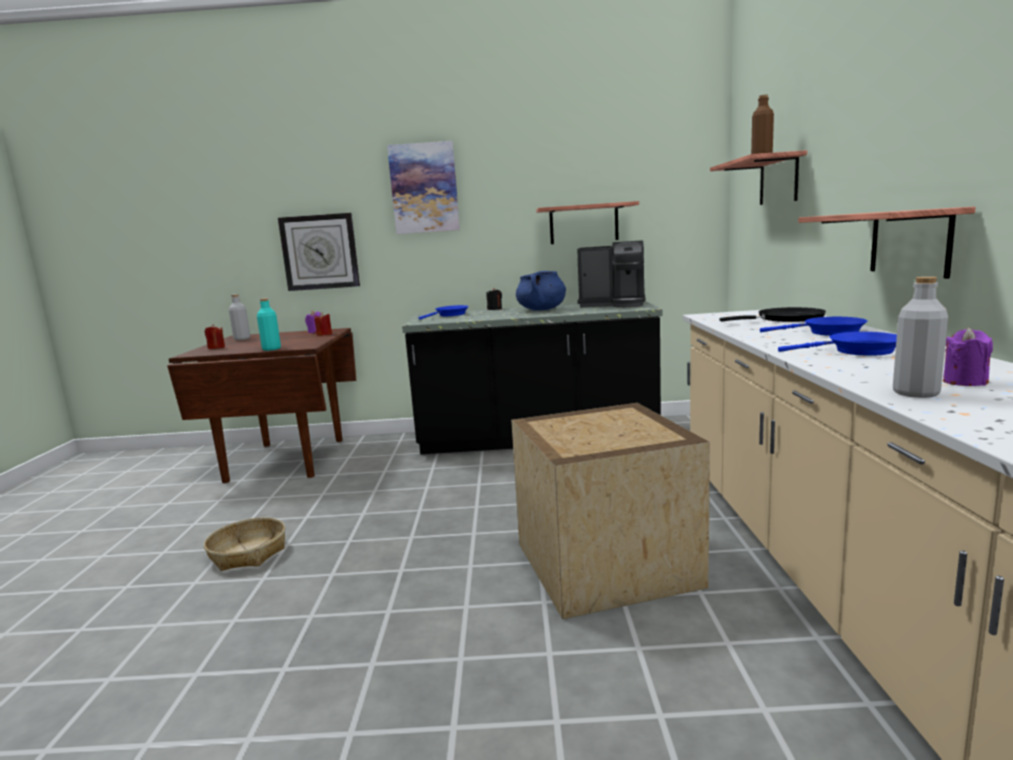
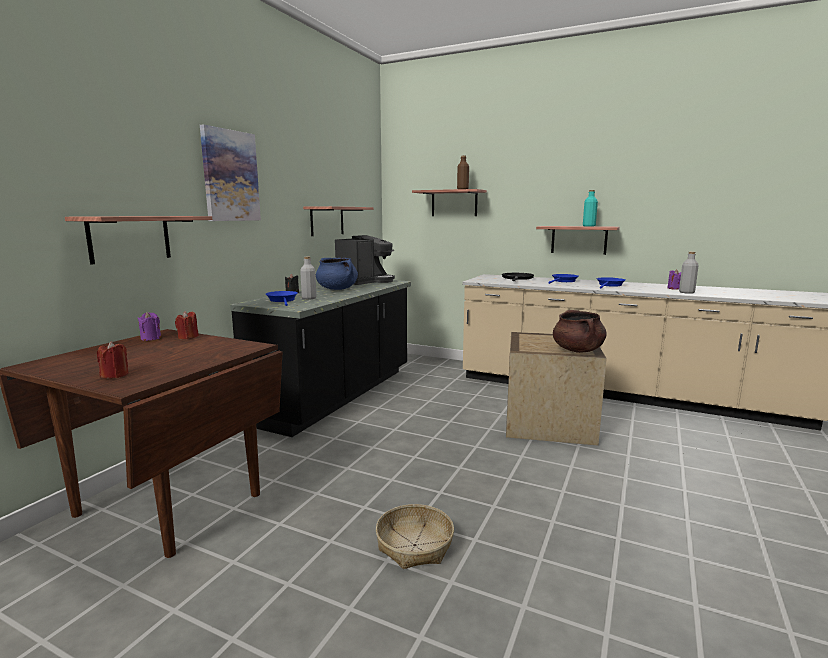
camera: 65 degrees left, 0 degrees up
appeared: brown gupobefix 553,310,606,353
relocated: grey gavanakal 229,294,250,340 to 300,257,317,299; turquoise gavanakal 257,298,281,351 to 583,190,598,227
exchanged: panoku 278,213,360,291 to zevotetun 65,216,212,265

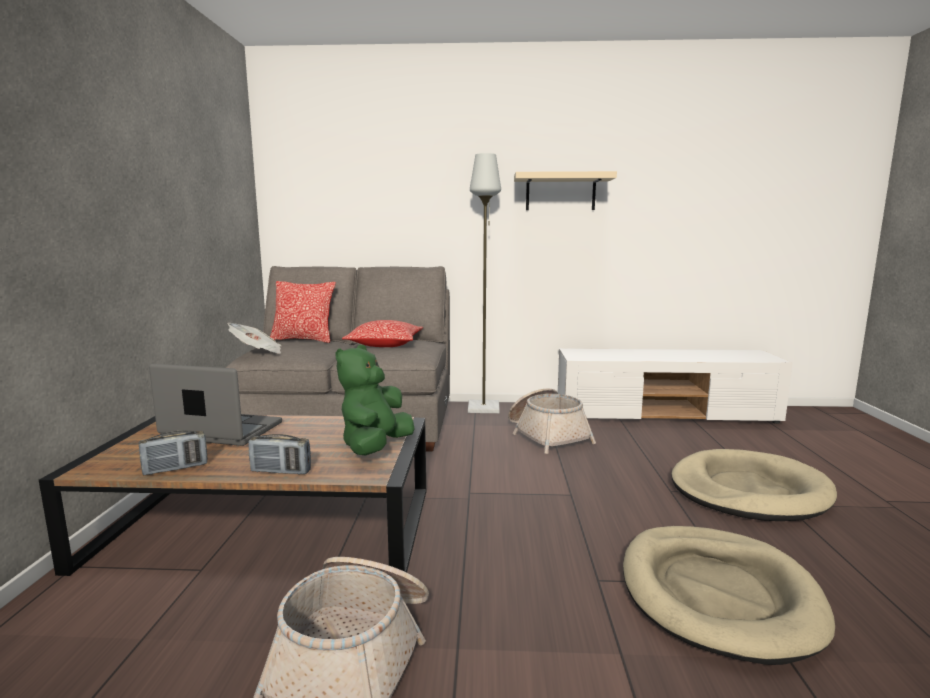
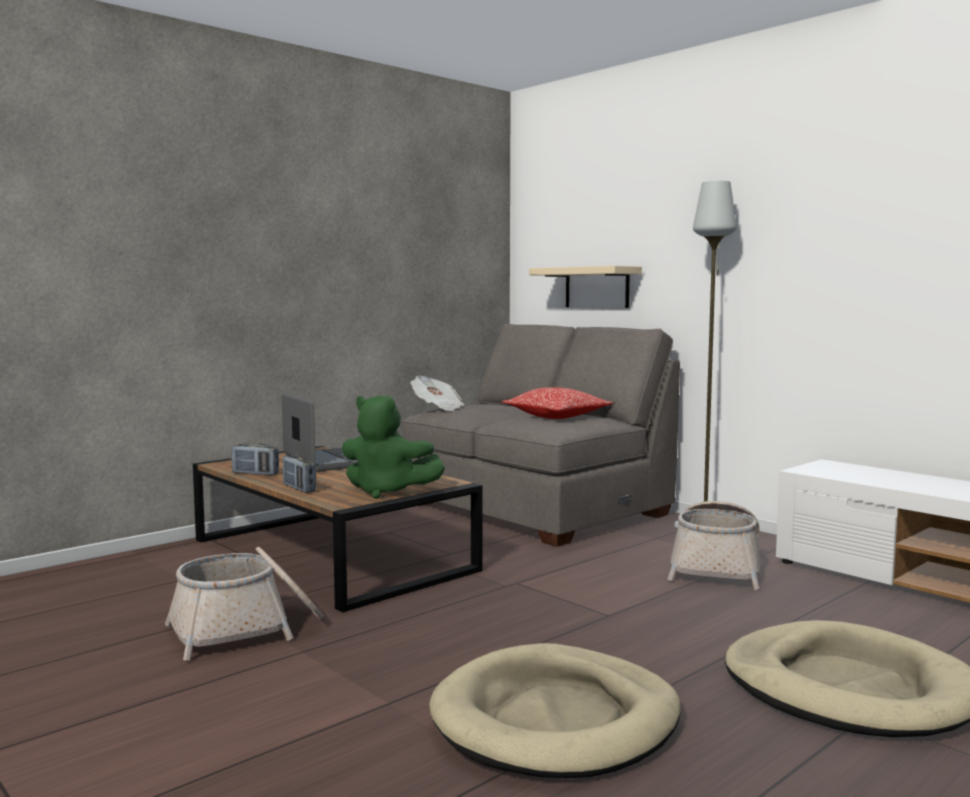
camera: 45 degrees right, 5 degrees down
missing: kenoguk 270,281,336,343
relocated: beige zevotetun 514,171,617,210 to 529,266,642,308
spun: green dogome 336,345,415,455 = 342,395,445,499 135 degrees counterclockwise

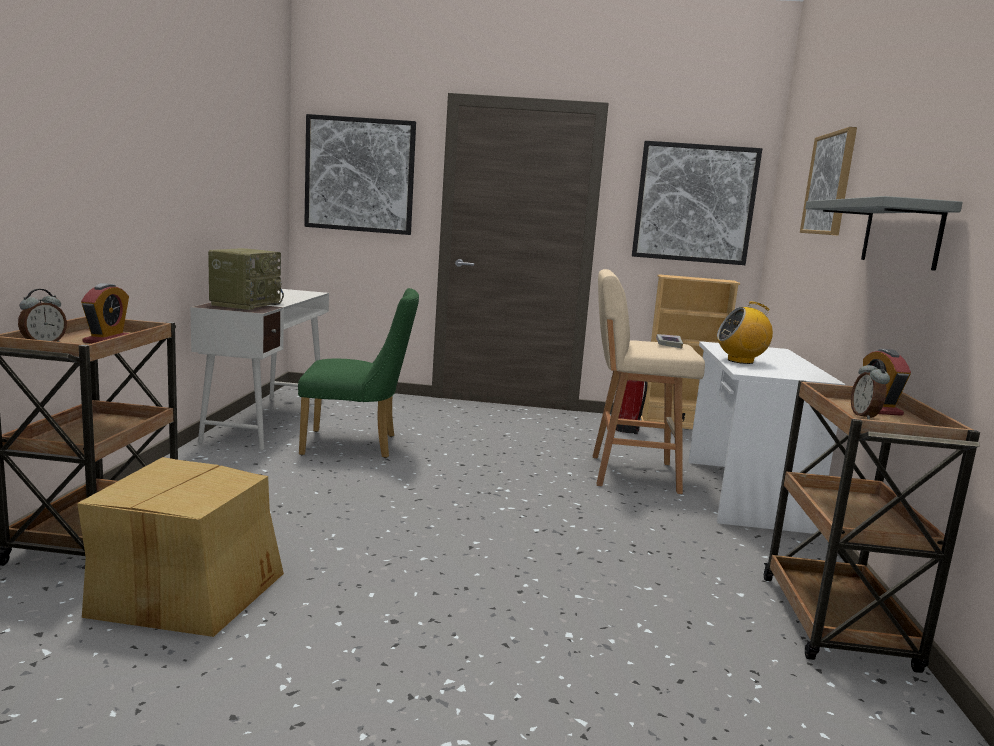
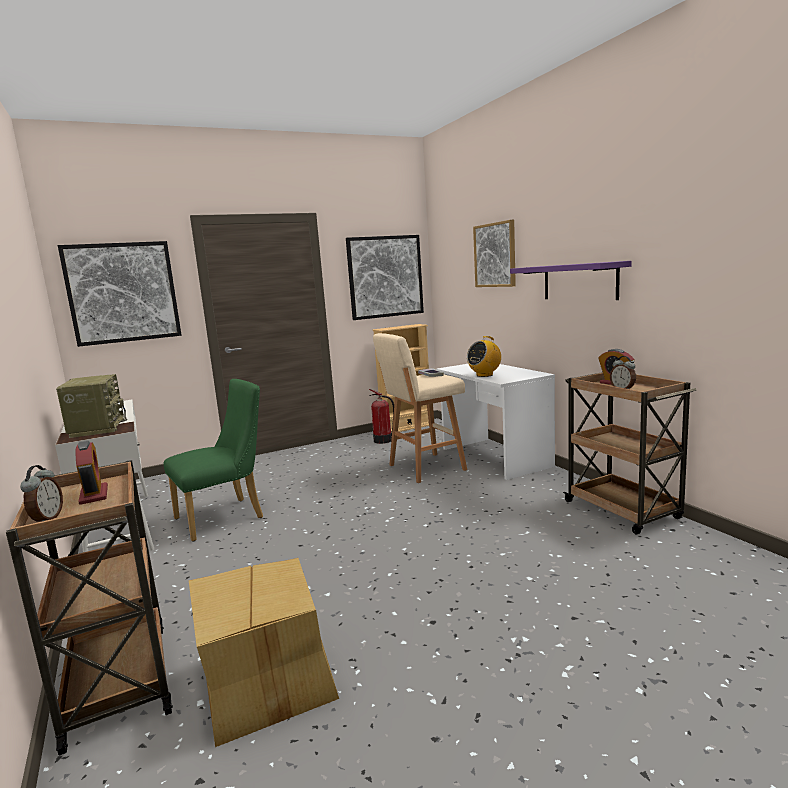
camera: 30 degrees left, 0 degrees up
colour: grey zevotetun 805,196,963,271 to purple zevotetun 510,261,632,300

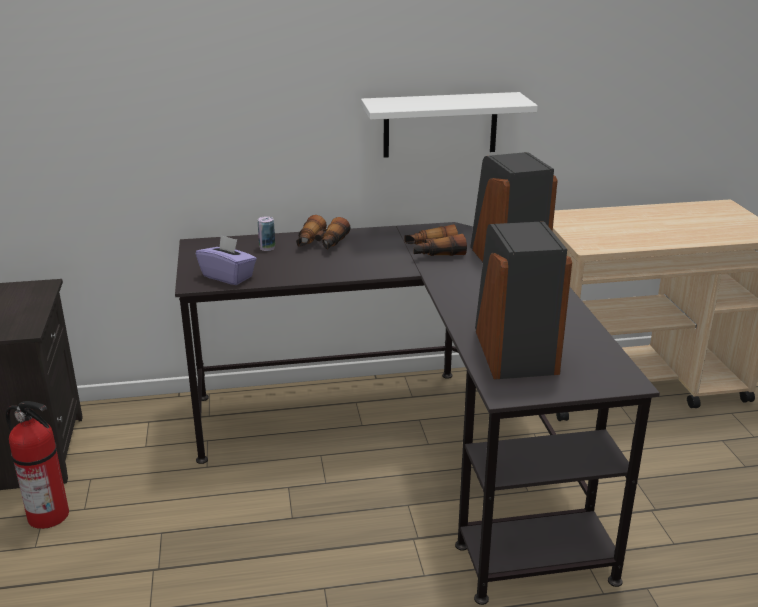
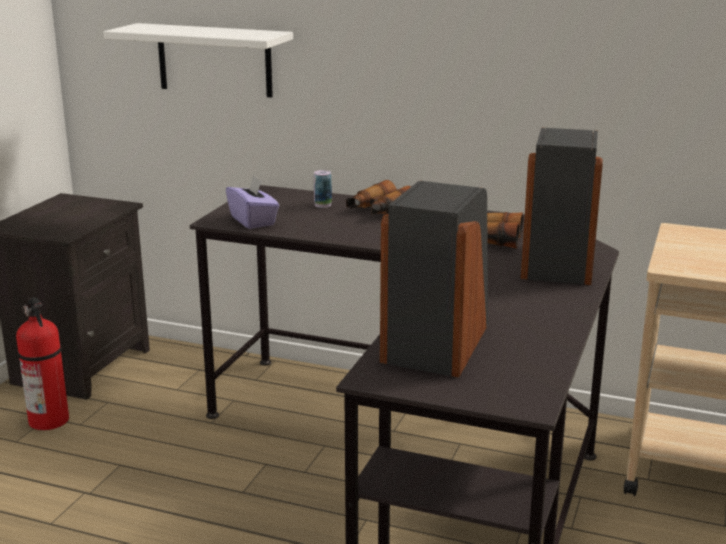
camera: 30 degrees right, 5 degrees down
relocated: white zevotetun 361,92,538,158 to 104,23,293,98

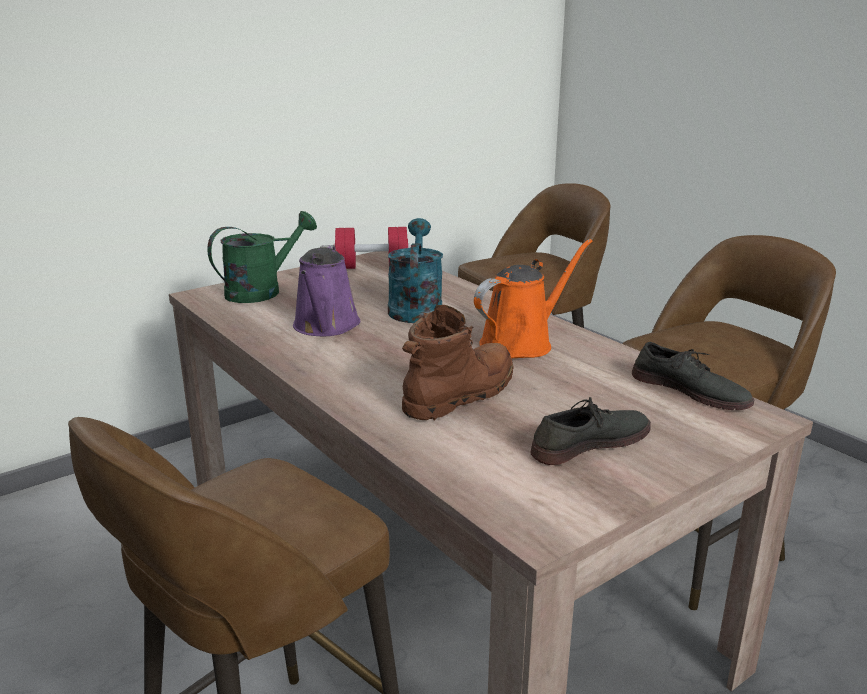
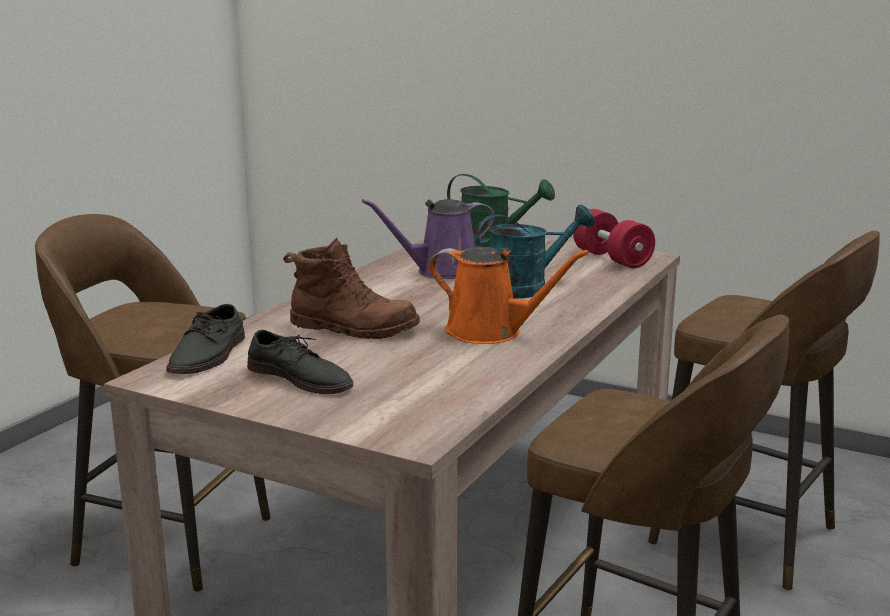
camera: 65 degrees right, 5 degrees down
relocated: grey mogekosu 632,342,754,410 to 167,304,245,374

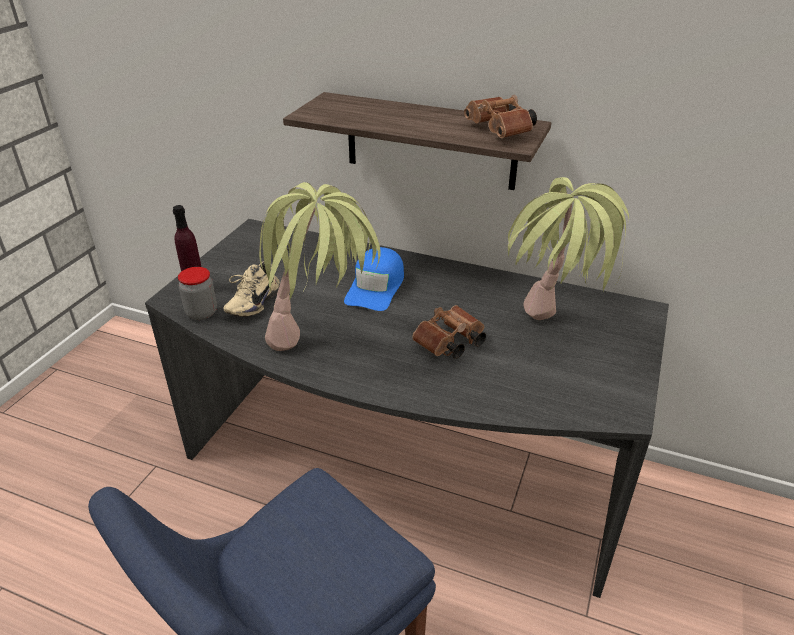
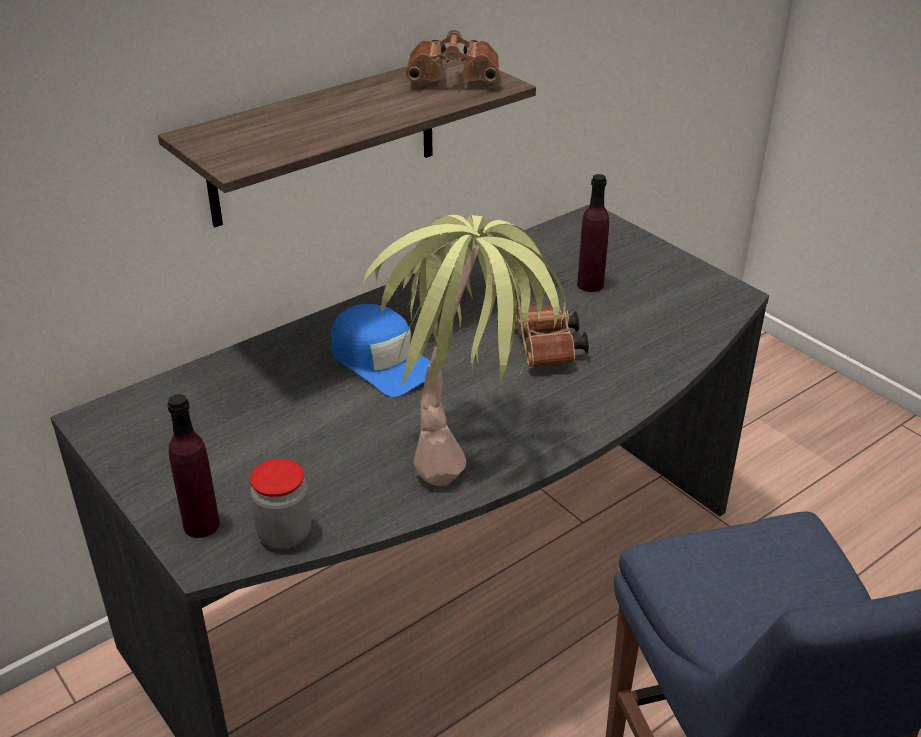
camera: 60 degrees left, 0 degrees up
missing: beige mogekosu 223,261,280,317
exchanged: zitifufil 508,177,629,320 to purple gavanakal 577,174,609,292

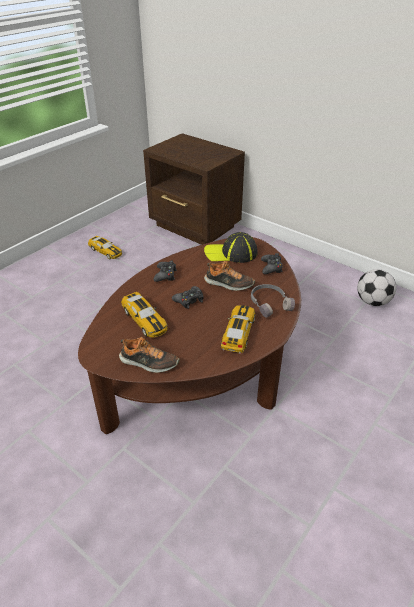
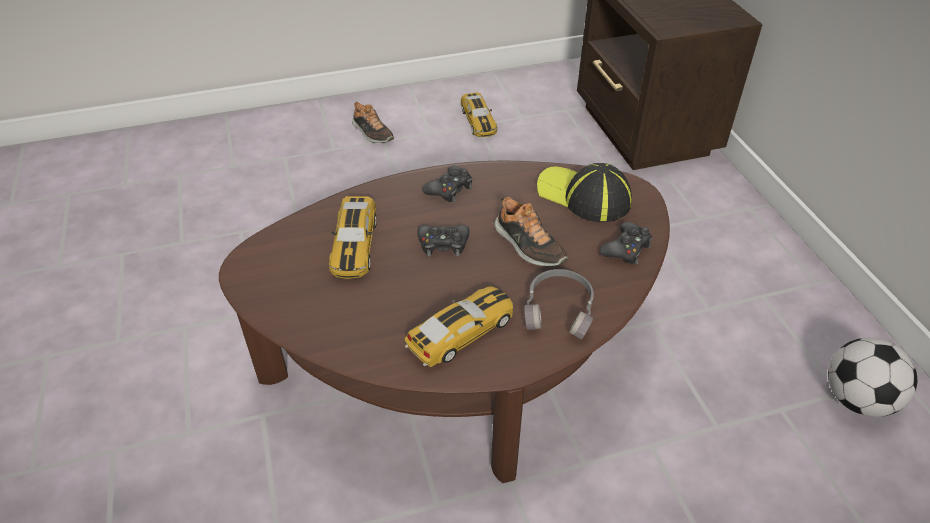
camera: 35 degrees right, 5 degrees up
relocated: mogekosu 119,336,180,373 to 352,102,394,143

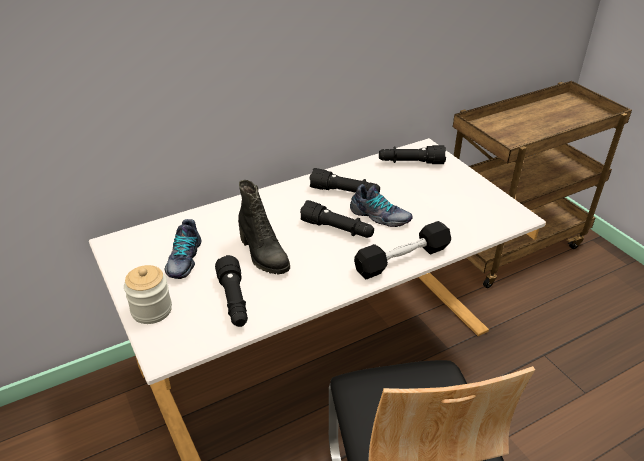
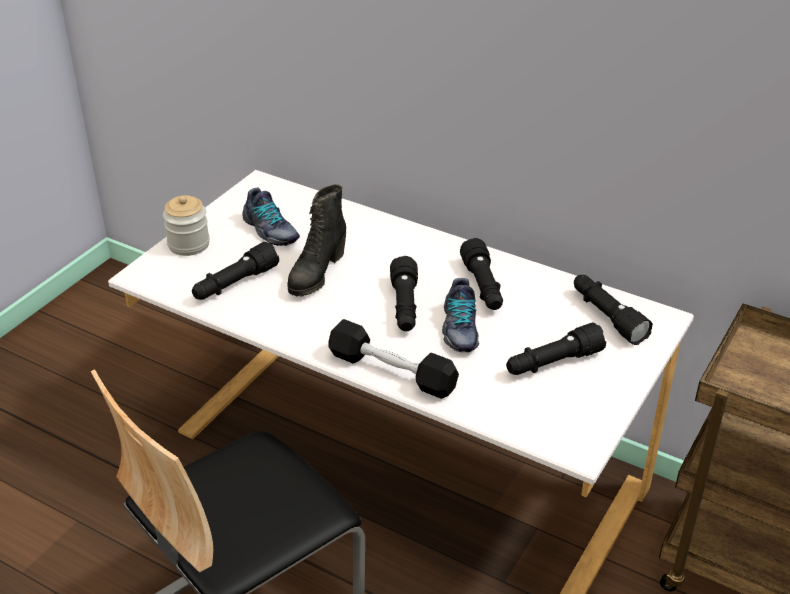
camera: 60 degrees right, 0 degrees up
appeared: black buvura 506,322,606,375
spun: mogekosu 165,219,201,279 = 242,188,300,246 105 degrees counterclockwise

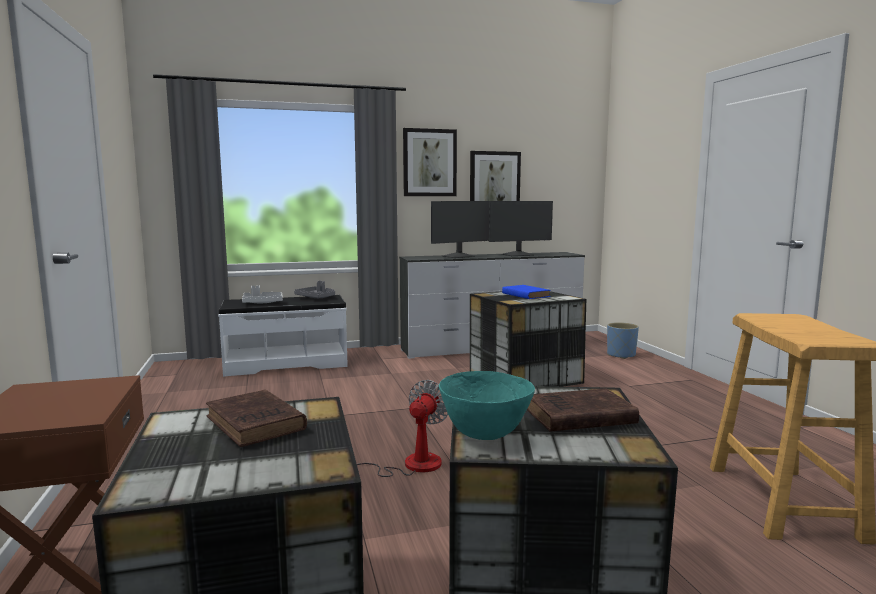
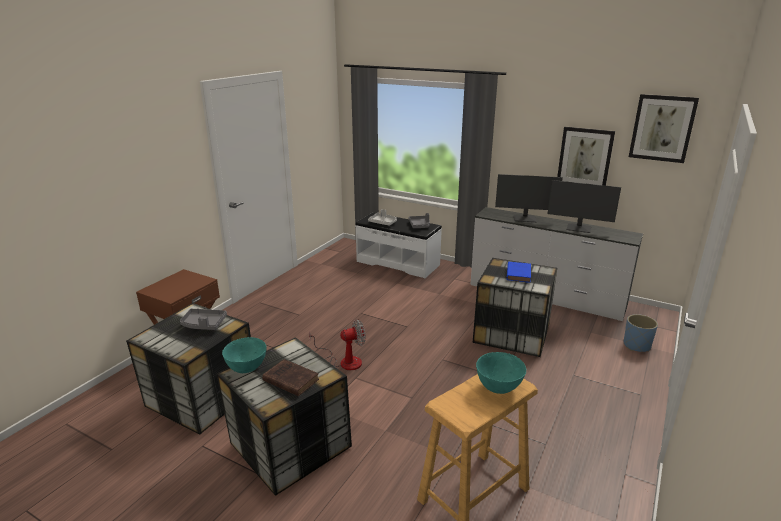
camera: 45 degrees right, 15 degrees up
appeared: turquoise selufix 476,352,526,394
relocated: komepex 403,128,457,196 to 629,94,699,163
exchanged: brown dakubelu 206,389,307,447 to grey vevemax 180,309,227,330

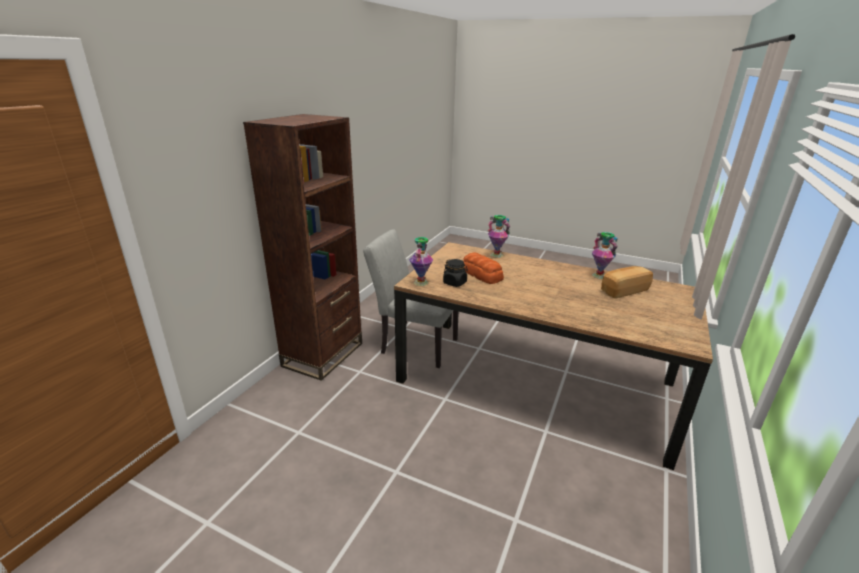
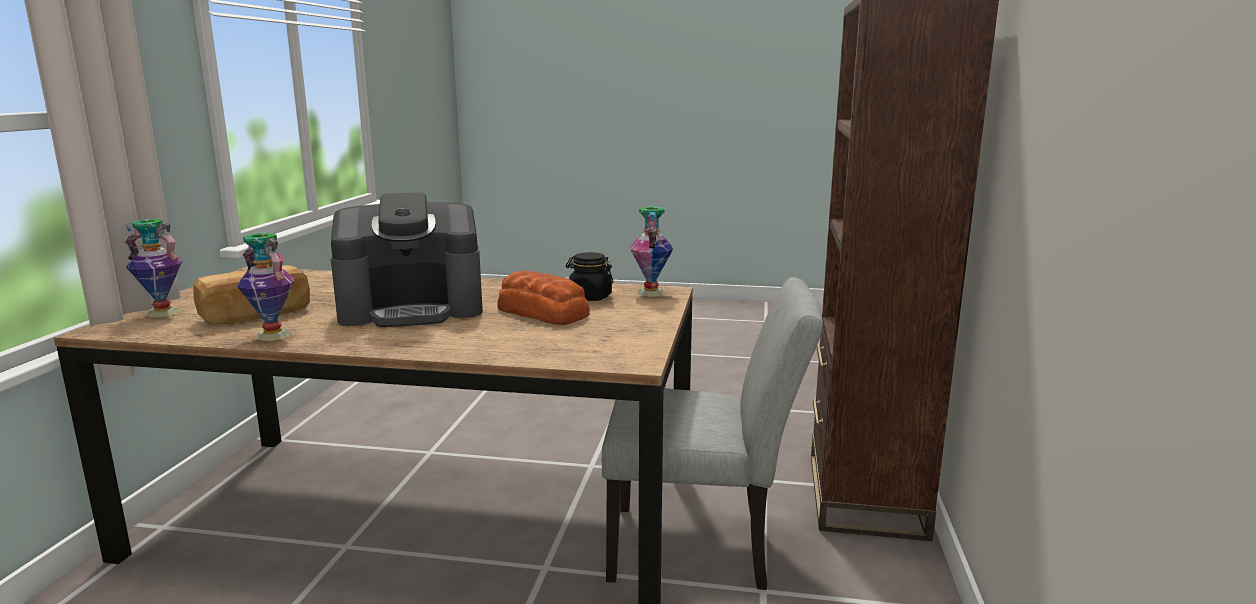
camera: 165 degrees right, 10 degrees down
appeared: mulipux 331,192,483,327
relocated: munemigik 488,215,511,258 to 125,219,182,317

